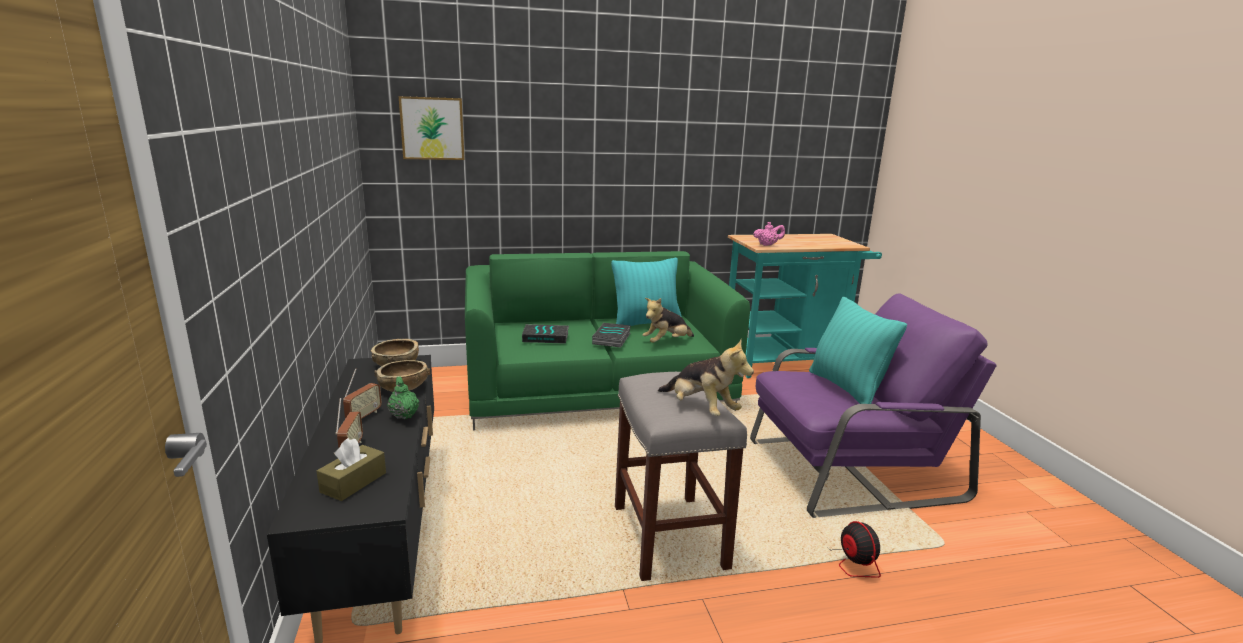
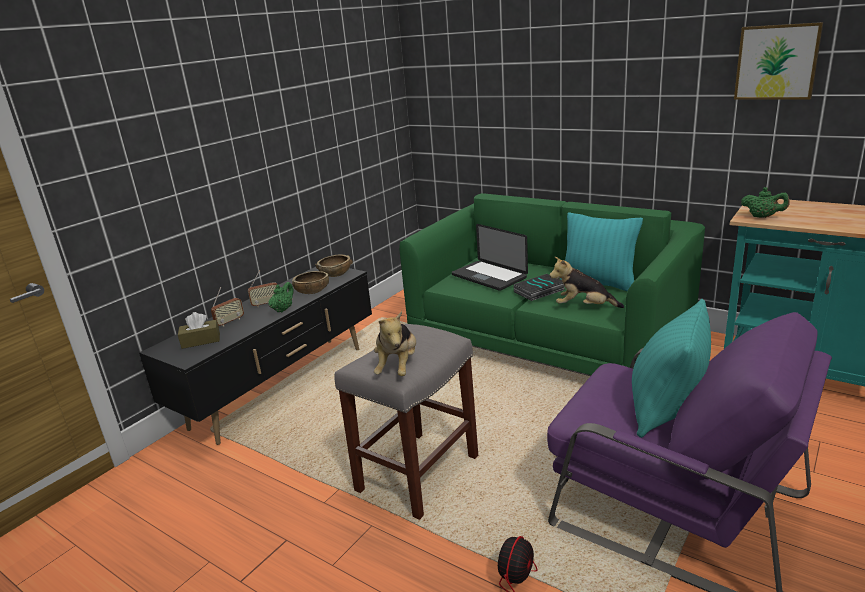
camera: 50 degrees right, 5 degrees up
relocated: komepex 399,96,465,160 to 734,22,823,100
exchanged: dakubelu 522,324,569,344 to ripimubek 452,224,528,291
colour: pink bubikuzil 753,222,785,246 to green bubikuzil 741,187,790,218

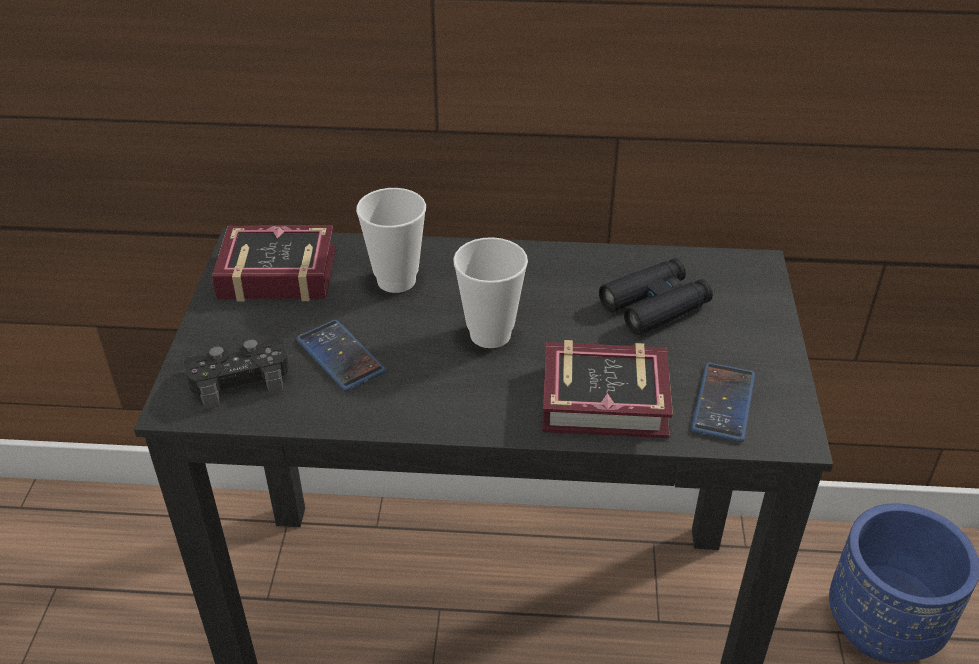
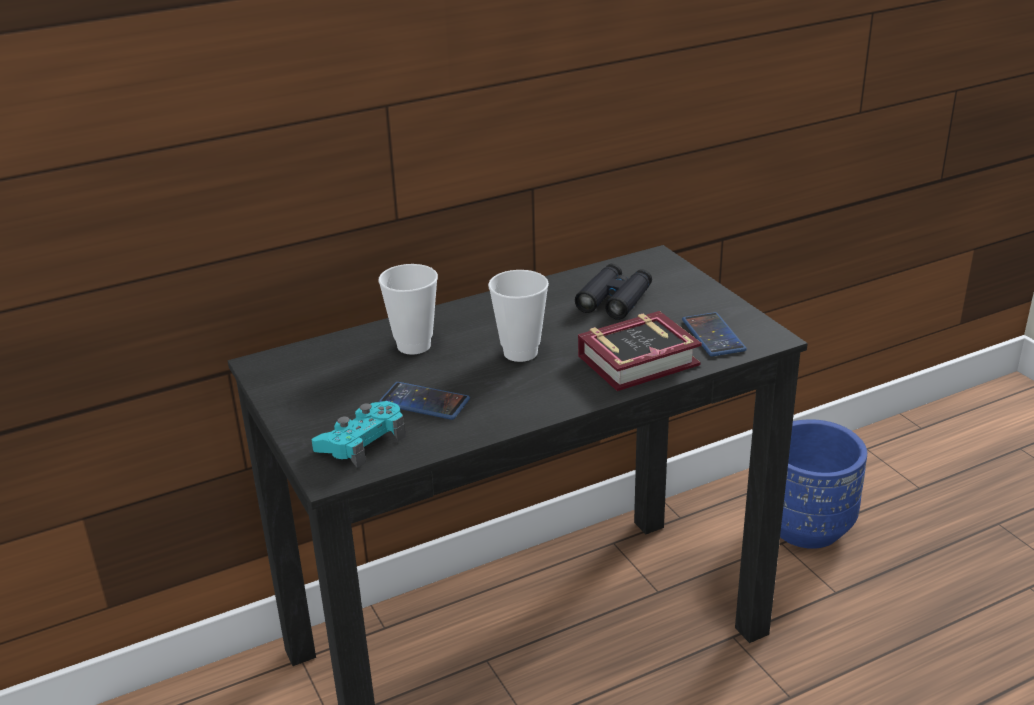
camera: 30 degrees left, 10 degrees down
missing: dakubelu 212,226,336,301
colour: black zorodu 184,338,289,409 to turquoise zorodu 312,401,406,468

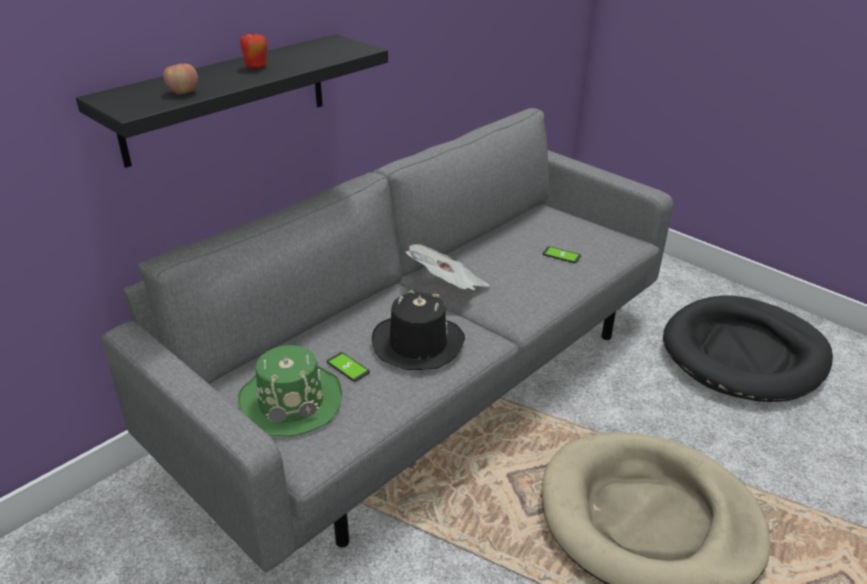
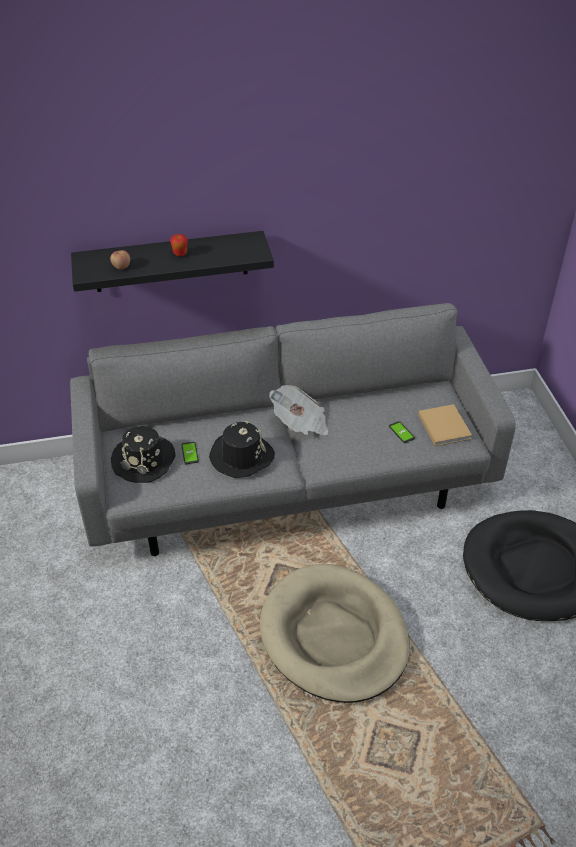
camera: 35 degrees right, 10 degrees up
appeared: beige dakubelu 418,404,472,446
colour: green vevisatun 238,345,342,436 to black vevisatun 111,426,175,483

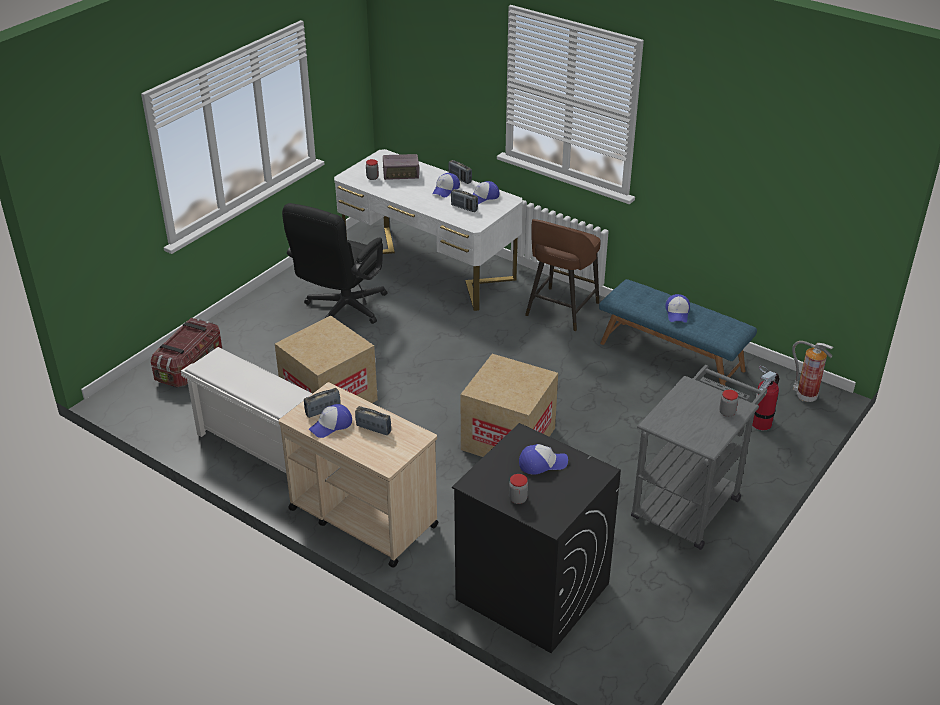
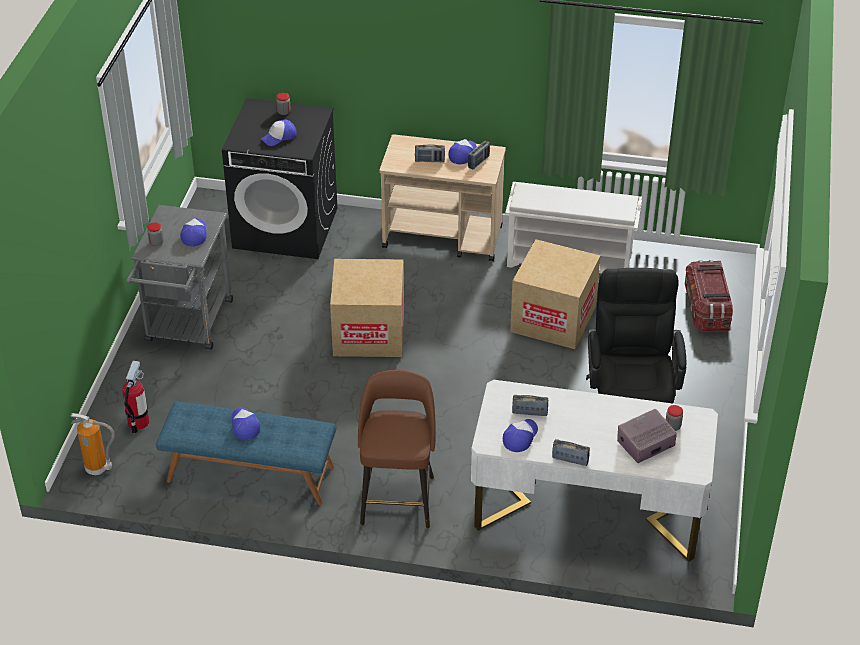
camera: 155 degrees right, 5 degrees up
relocated: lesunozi 432,173,460,197 to 180,218,207,246

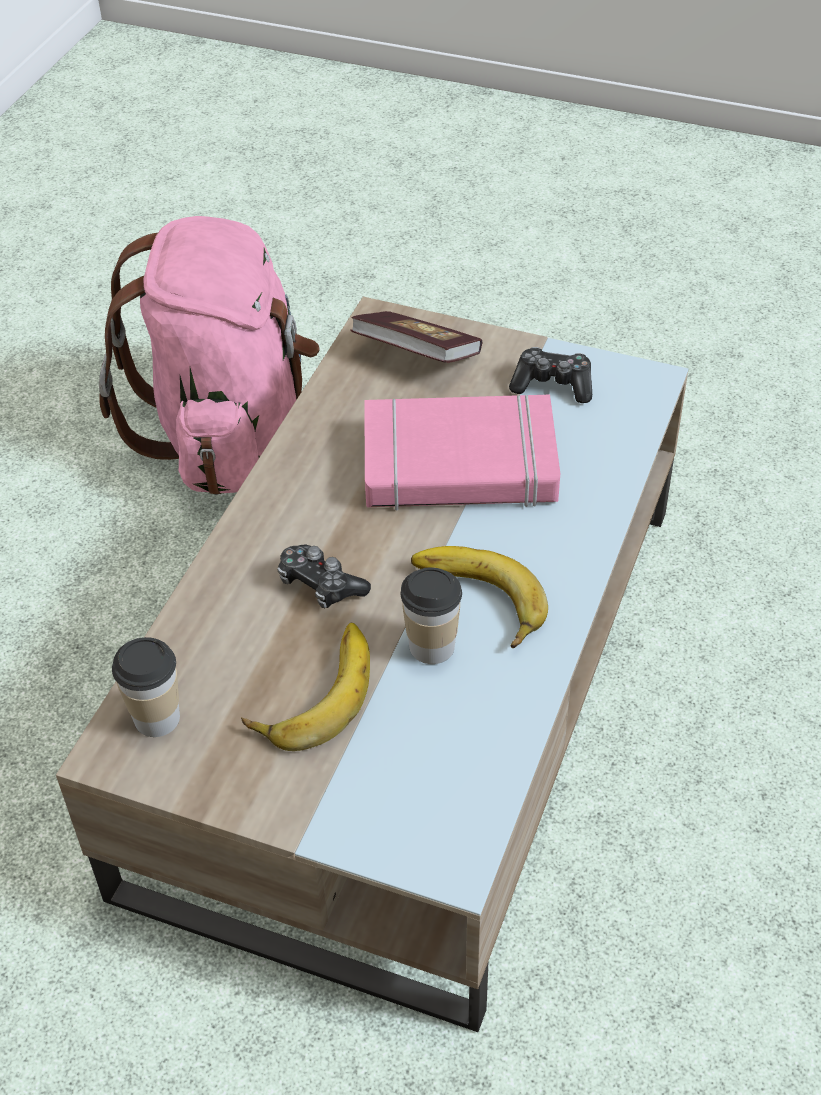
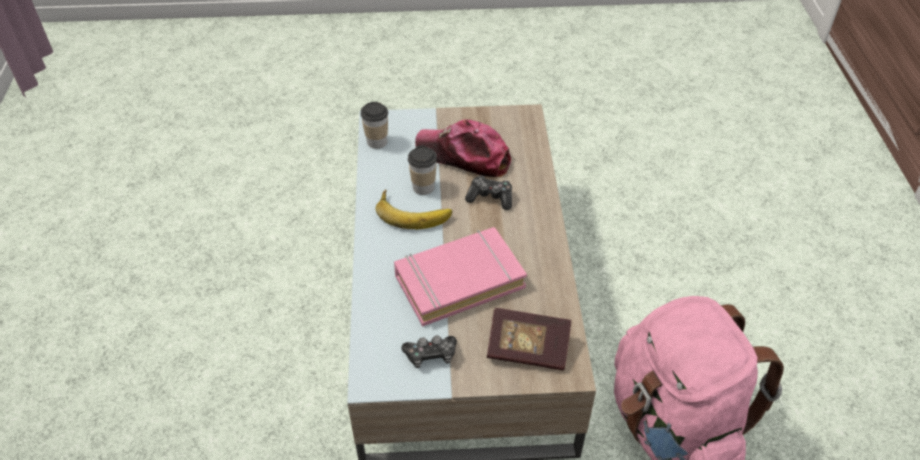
camera: 155 degrees right, 0 degrees up
relocated: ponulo 112,637,180,737 to 361,102,388,149
exchanged: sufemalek 241,623,370,751 to lesunozi 415,119,511,177

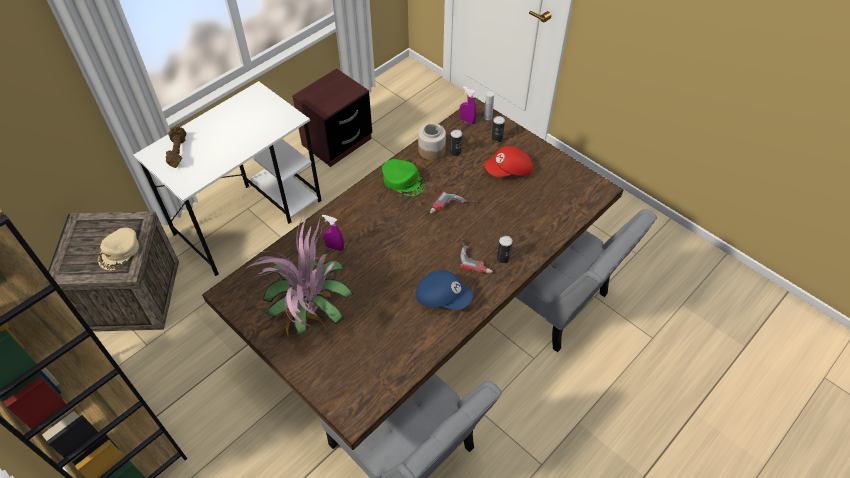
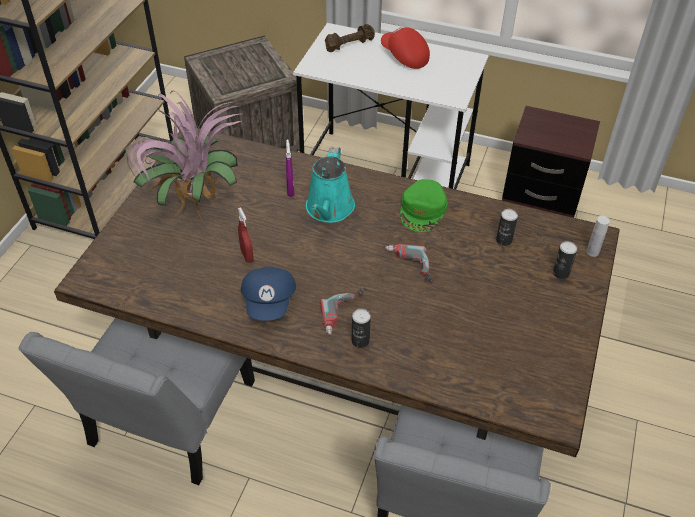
camera: 65 degrees right, 5 degrees down
missing: beige lesunozi 98,227,139,270; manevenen 418,123,446,160; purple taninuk 460,86,477,124
appeared: red taninuk 238,207,254,263; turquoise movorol 306,147,355,223
relocated: red lesunozi 484,146,533,177 to 381,27,430,69

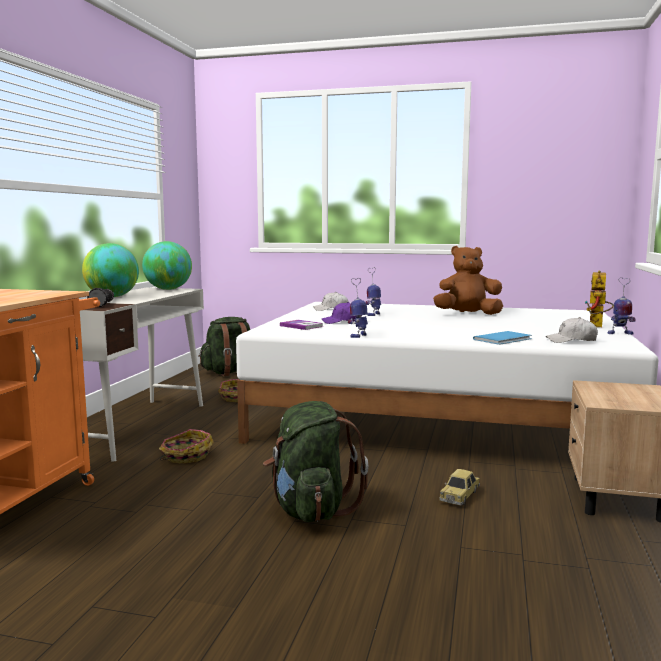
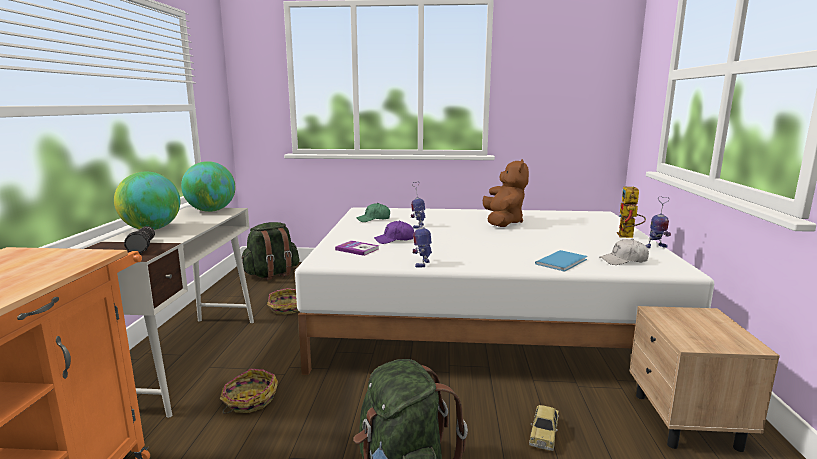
camera: 10 degrees left, 5 degrees up
colour: white lesunozi 313,292,348,311 to green lesunozi 356,203,390,222
spun: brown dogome 433,246,503,315 = 483,159,529,227 105 degrees clockwise

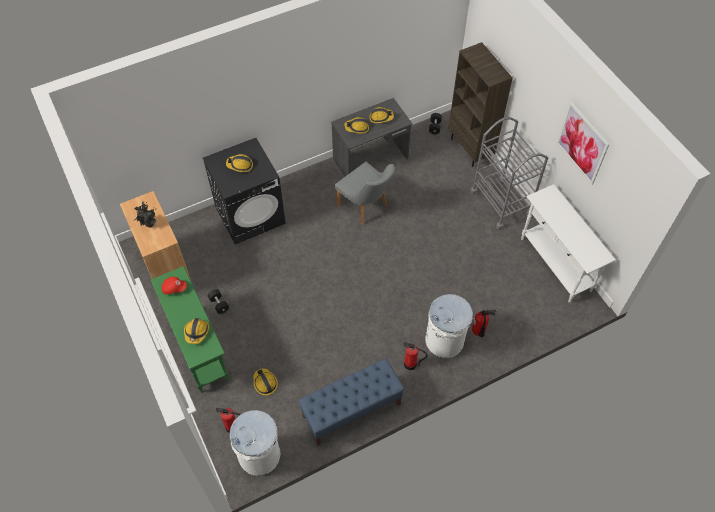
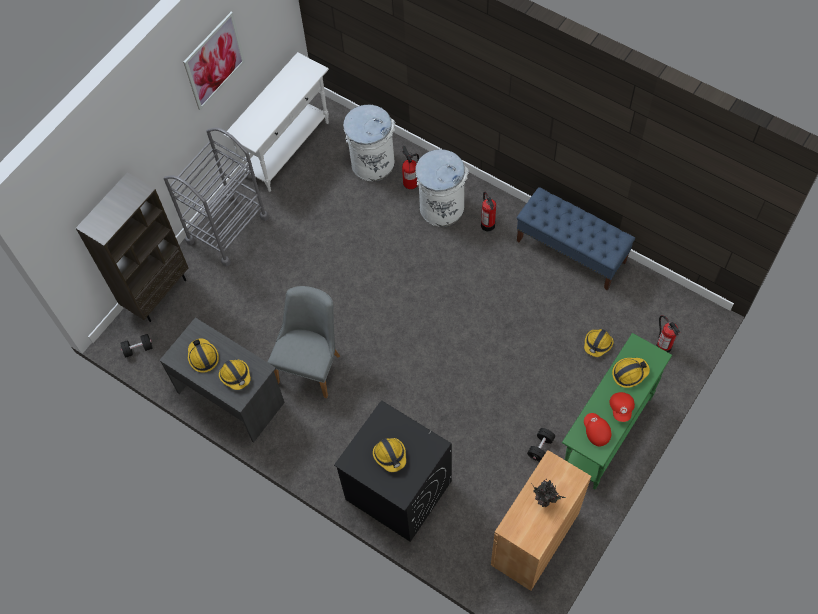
camera: 115 degrees left, 5 degrees up
appeared: red lesunozi 610,392,635,422
relocated: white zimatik 230,410,280,476 to 343,105,395,181

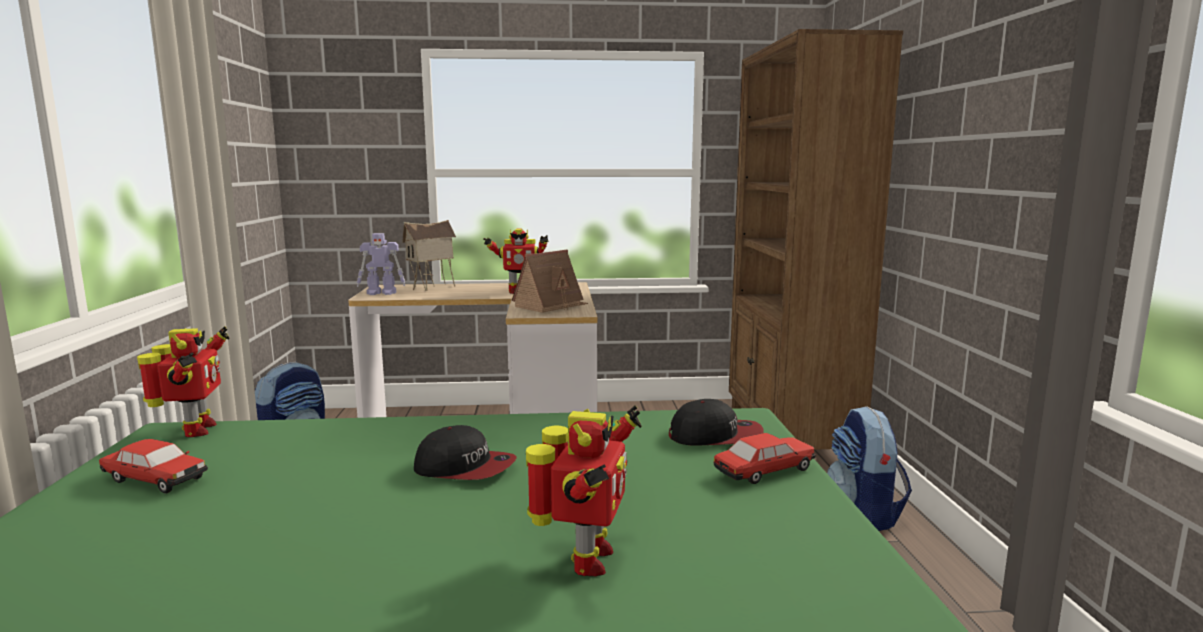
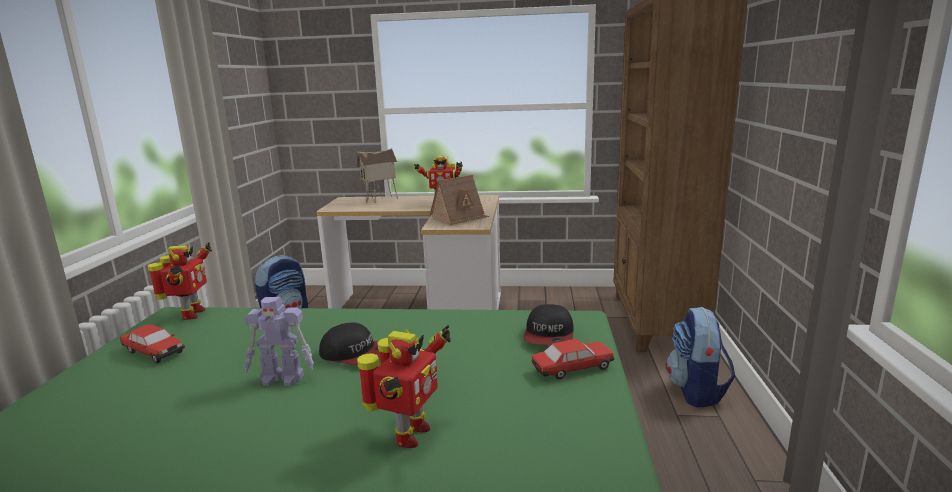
camera: 10 degrees right, 5 degrees up
relocated: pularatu 357,233,405,295 to 244,297,314,386
spun: lesunozi 669,399,764,446 = 524,304,574,345 90 degrees clockwise

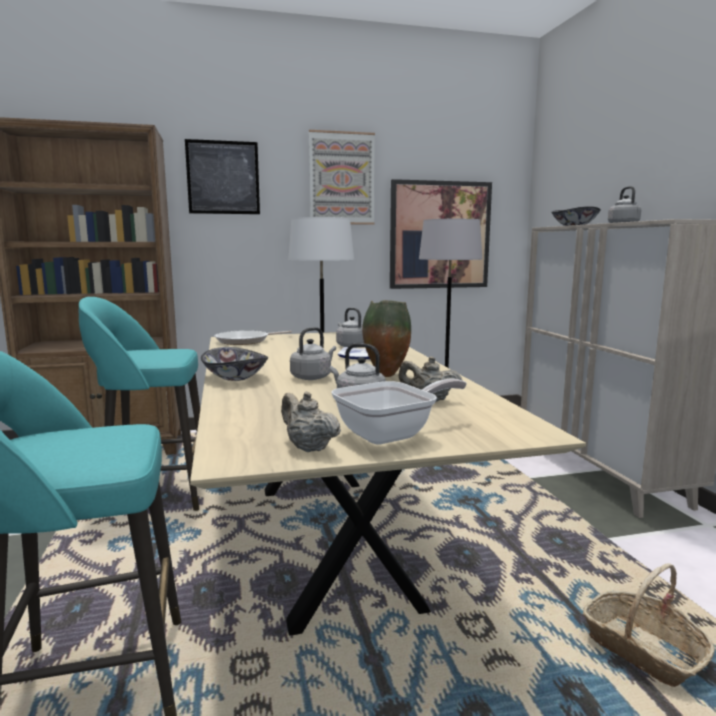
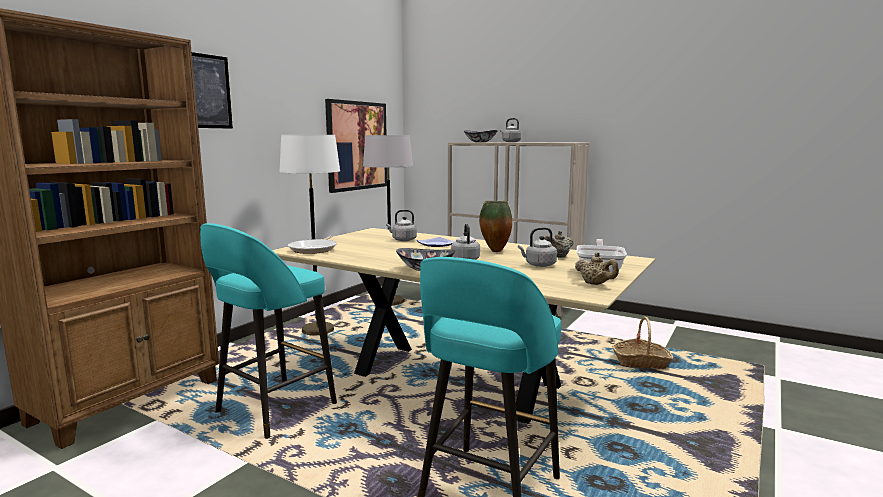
camera: 45 degrees left, 0 degrees up
missing: komepex 309,130,375,225
spun: beige bubikuzil 281,391,341,452 = 575,252,619,285 135 degrees counterclockwise

